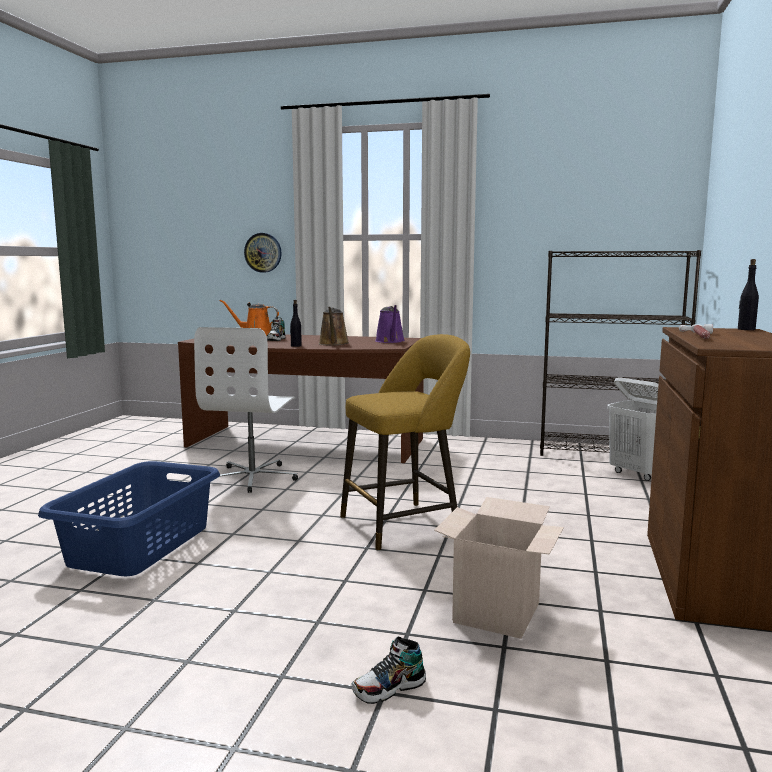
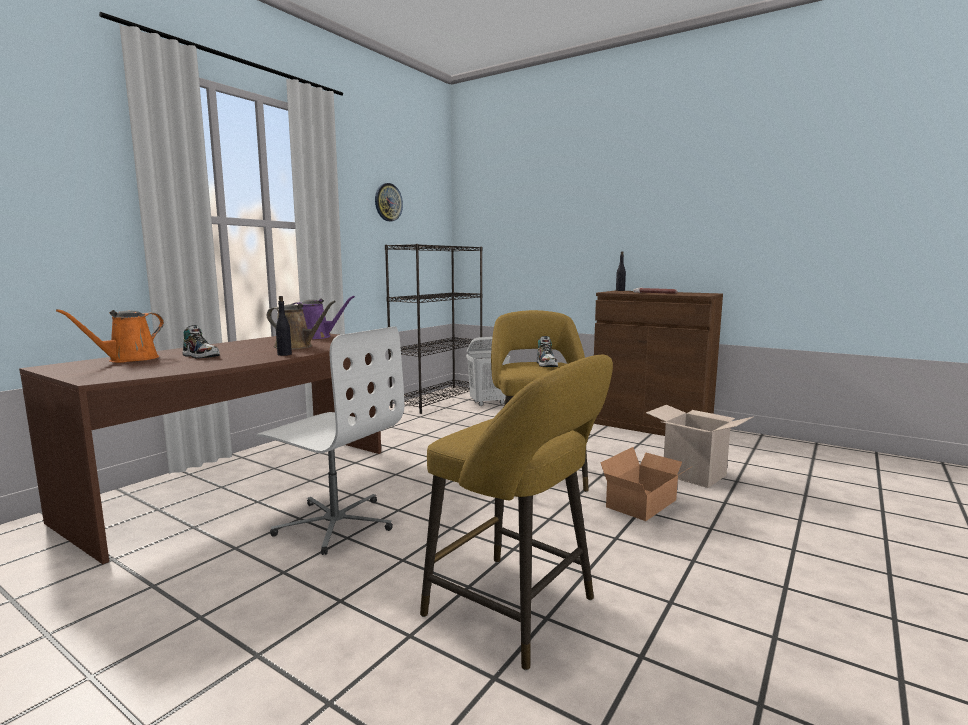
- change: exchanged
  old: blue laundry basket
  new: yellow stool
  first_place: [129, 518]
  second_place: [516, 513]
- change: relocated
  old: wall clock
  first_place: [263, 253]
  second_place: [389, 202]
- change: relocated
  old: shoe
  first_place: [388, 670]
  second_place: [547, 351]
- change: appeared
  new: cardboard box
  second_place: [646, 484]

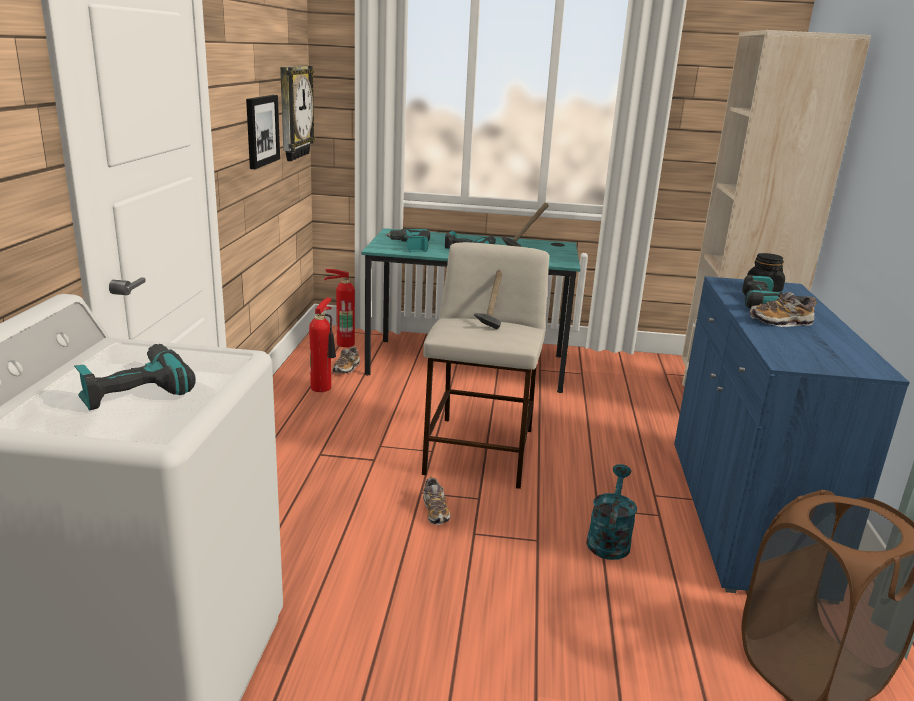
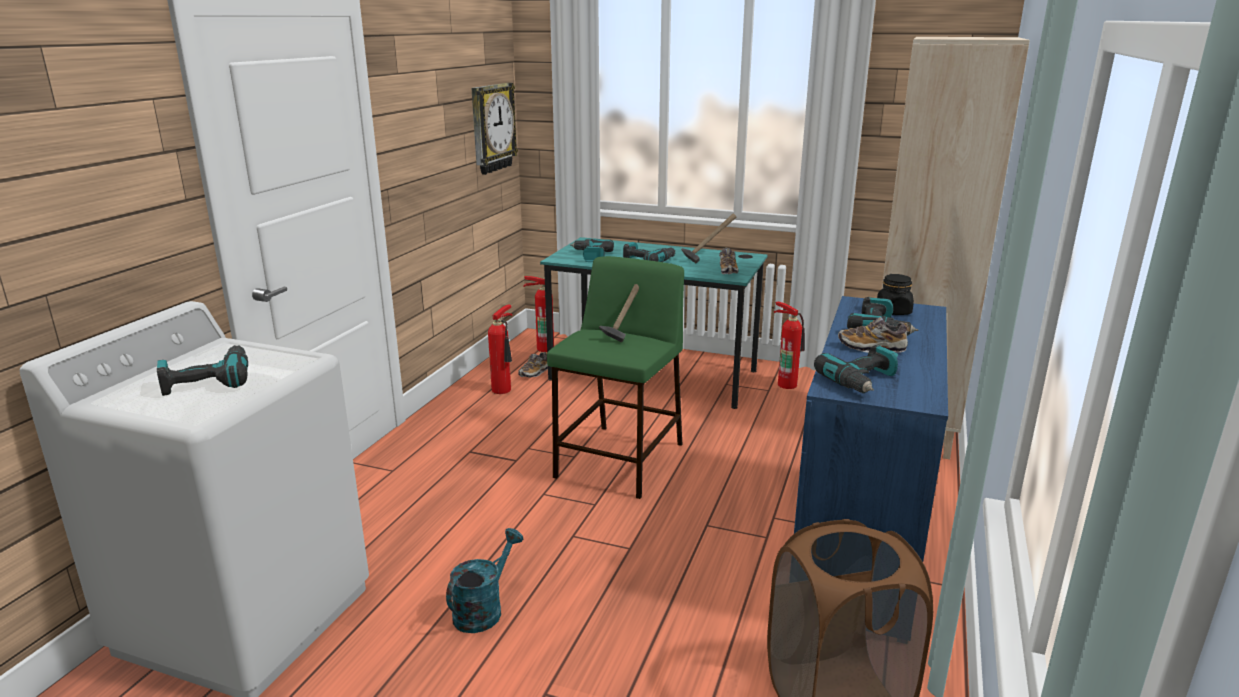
- change: missing
  old: picture
  first_place: [263, 132]
- change: colour
  old: beige stool
  new: green stool
  first_place: [485, 365]
  second_place: [615, 377]
- change: relocated
  old: shoe
  first_place: [437, 500]
  second_place: [729, 261]
- change: relocated
  old: turquoise watering can
  first_place: [611, 512]
  second_place: [484, 580]
- change: appeared
  new: fire extinguisher
  second_place: [789, 345]
- change: appeared
  new: power drill
  second_place: [856, 369]

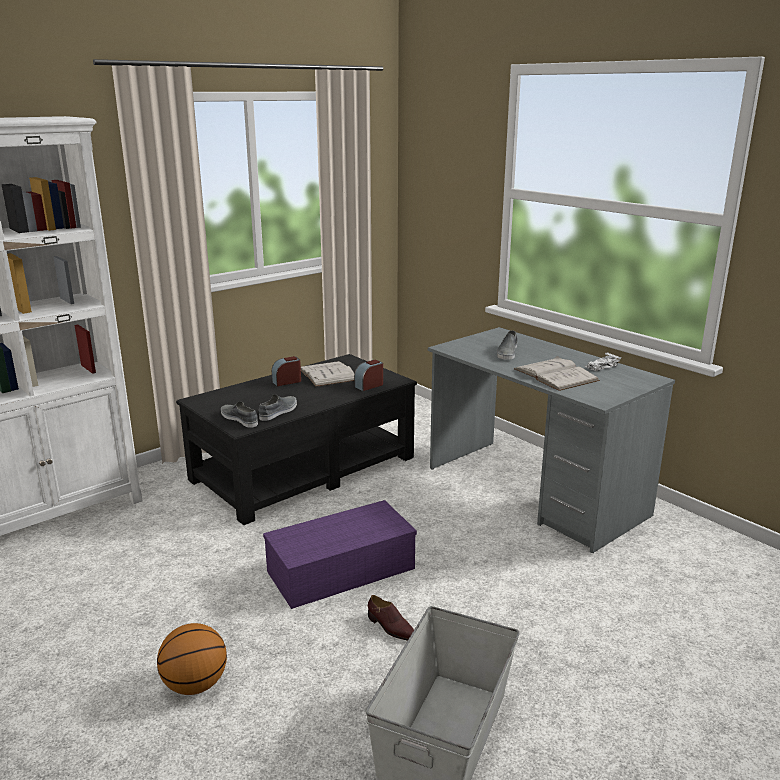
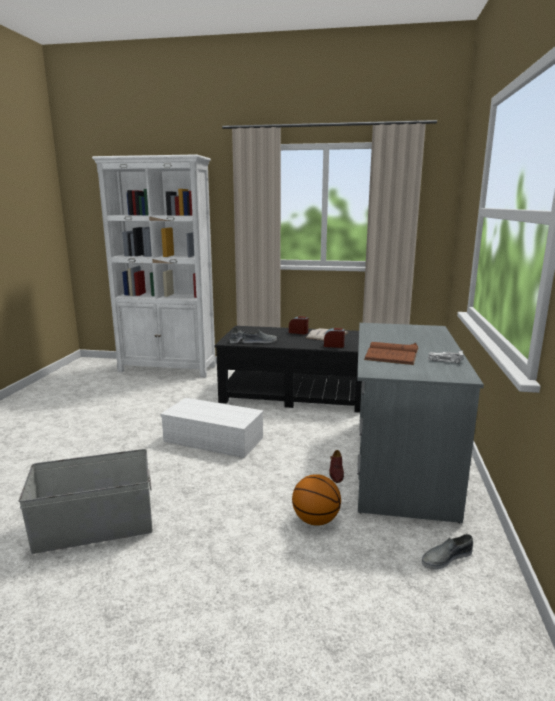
- change: relocated
  old: basketball
  first_place: [192, 659]
  second_place: [316, 500]
- change: colour
  old: purple storage box
  new: white storage box
  first_place: [340, 554]
  second_place: [212, 428]
- change: relocated
  old: brown shoe
  first_place: [391, 617]
  second_place: [336, 466]
- change: relocated
  old: grey shoe
  first_place: [507, 345]
  second_place: [447, 551]
- change: colour
  old: white book
  new: brown book
  first_place: [557, 373]
  second_place: [391, 353]

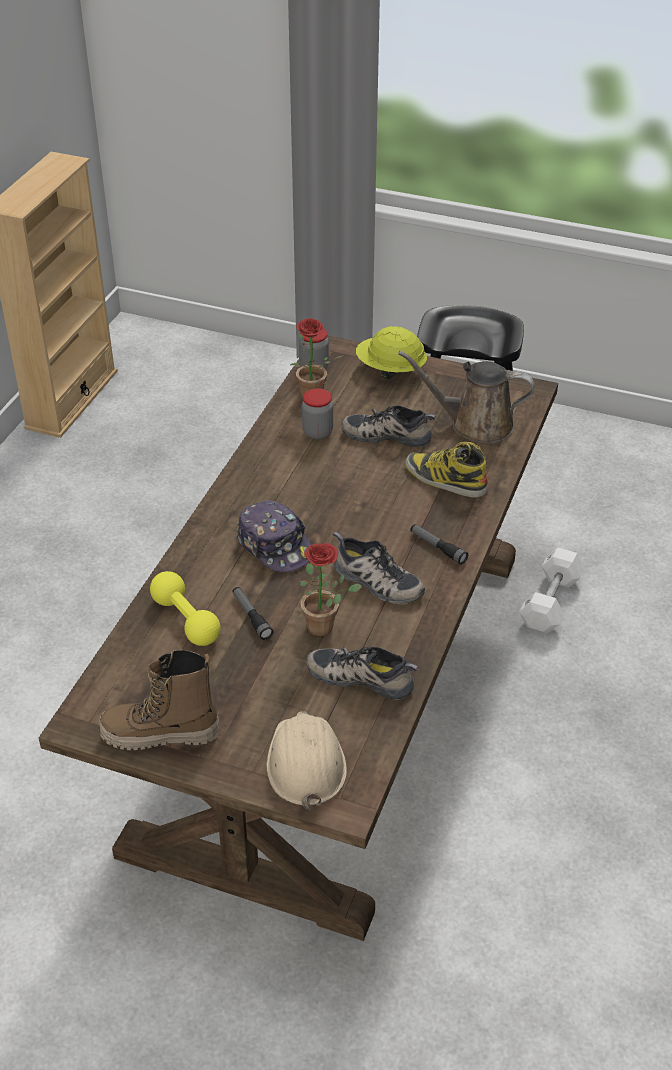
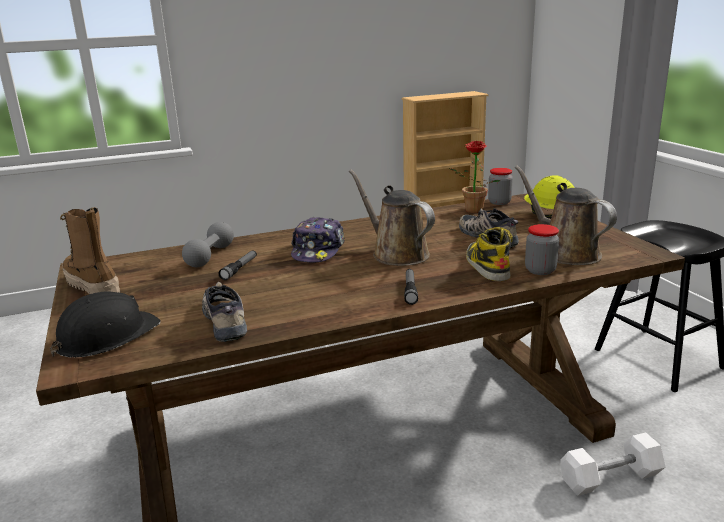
- change: colour
  old: yellow dumbbell
  new: grey dumbbell
  first_place: [185, 608]
  second_place: [208, 244]
- change: colour
  old: beige hard hat
  new: black hard hat
  first_place: [307, 760]
  second_place: [105, 324]
- change: missing
  old: potted plant
  first_place: [330, 589]
- change: relocated
  old: jar
  first_place: [317, 413]
  second_place: [542, 249]
- change: missing
  old: shoe
  first_place: [379, 567]
- change: appeared
  new: brown watering can
  second_place: [392, 217]

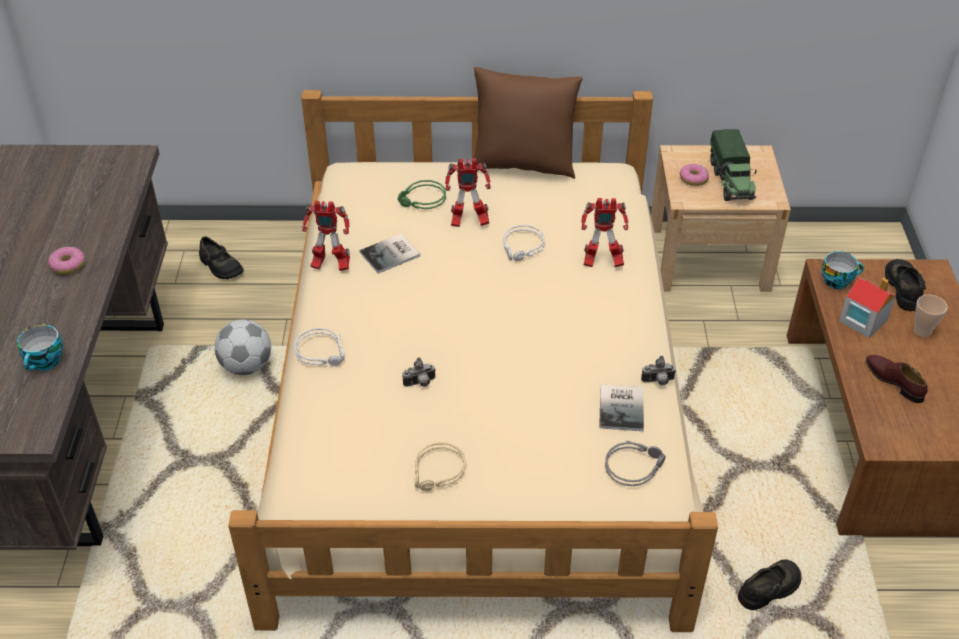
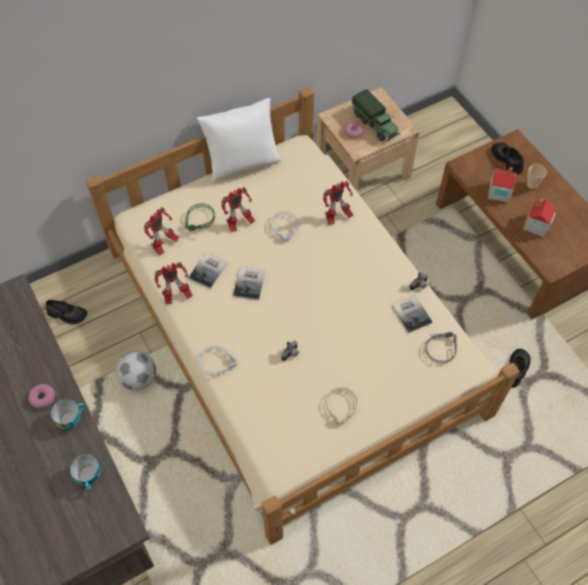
- change: colour
  old: brown pillow
  new: white pillow
  first_place: [528, 123]
  second_place: [239, 140]
- change: relocated
  old: cup
  first_place: [843, 270]
  second_place: [68, 414]
- change: exchanged
  old: brown shoe
  new: toy house
  first_place: [897, 379]
  second_place: [539, 218]
- change: appeared
  new: toy robot
  second_place: [161, 231]
- change: appeared
  new: book
  second_place: [249, 283]

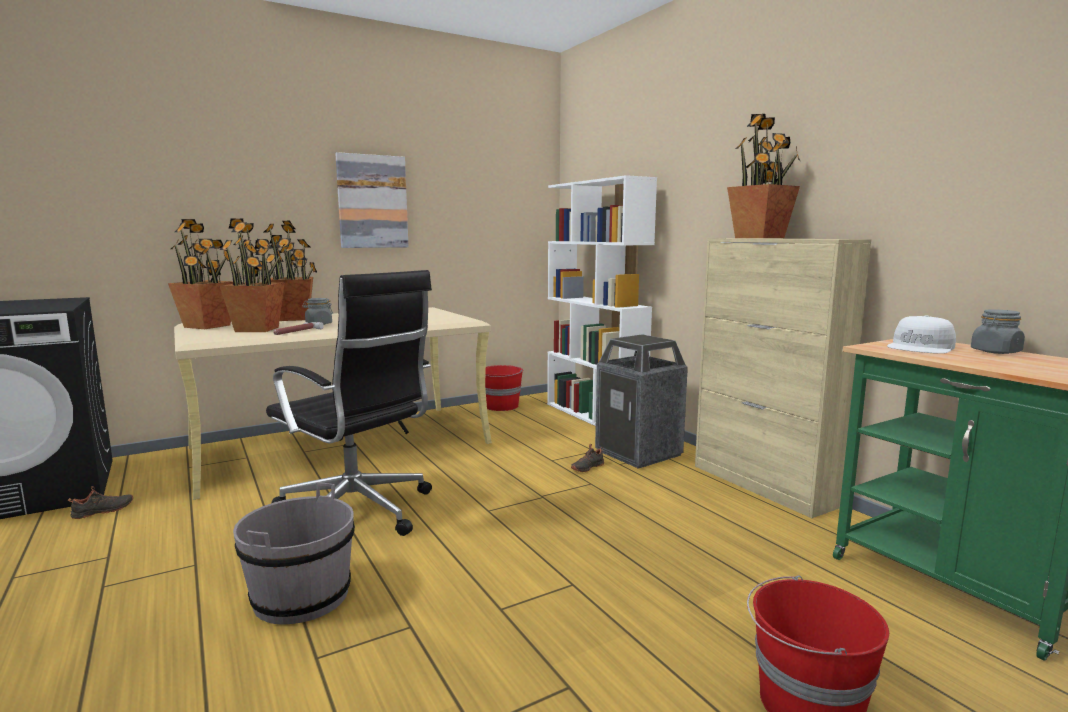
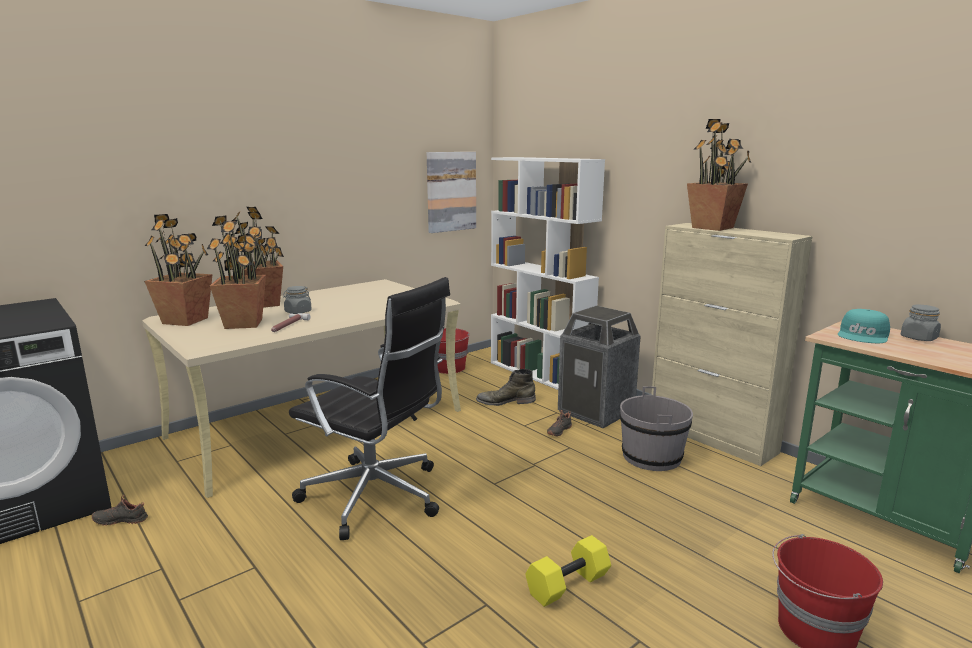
- change: spun
  old: black shoe
  first_place: [100, 502]
  second_place: [120, 510]
  degrees: -135
- change: relocated
  old: grey bucket
  first_place: [294, 553]
  second_place: [656, 428]
- change: relocated
  old: picture
  first_place: [372, 200]
  second_place: [451, 192]
- change: colour
  old: white cap
  new: turquoise cap
  first_place: [921, 334]
  second_place: [864, 326]
- change: appeared
  new: green boot
  second_place: [506, 387]
- change: appeared
  new: yellow dumbbell
  second_place: [568, 571]

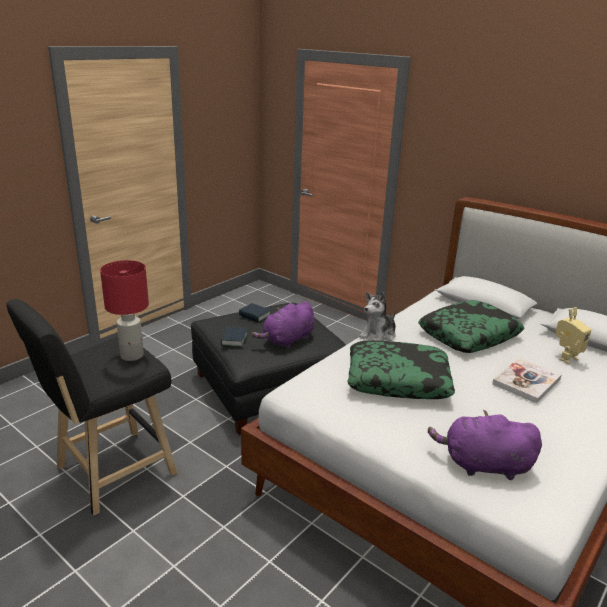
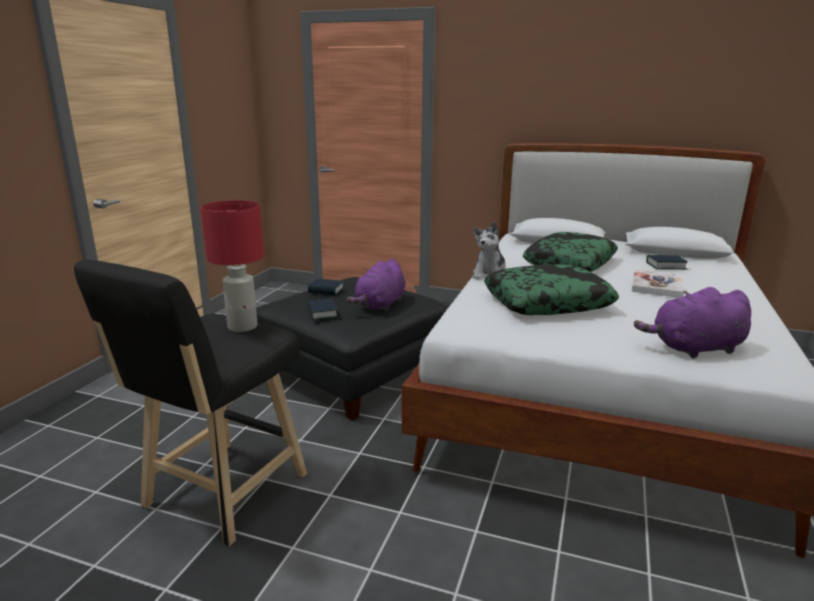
- change: exchanged
  old: toy robot
  new: book
  first_place: [573, 335]
  second_place: [667, 262]

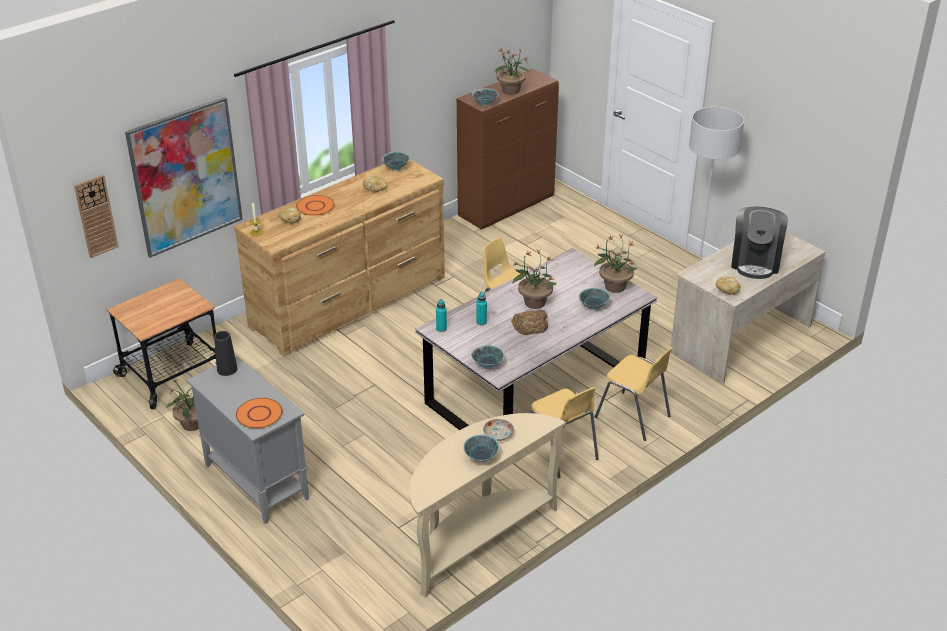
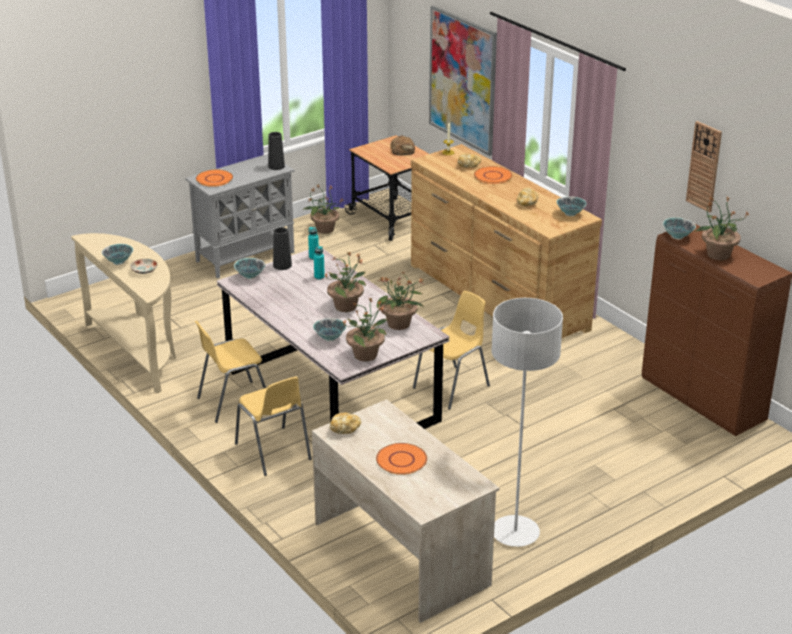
- change: relocated
  old: wall clock
  first_place: [96, 216]
  second_place: [704, 167]
- change: relocated
  old: bread
  first_place: [529, 322]
  second_place: [402, 145]
- change: spun
  old: yellow chair
  first_place: [634, 394]
  second_place: [273, 426]
  degrees: -75
- change: exchanged
  old: coffee machine
  new: orange plate
  first_place: [759, 242]
  second_place: [401, 459]
- change: appeared
  new: black vase
  second_place: [282, 248]
- change: appeared
  new: potted plant
  second_place: [400, 300]

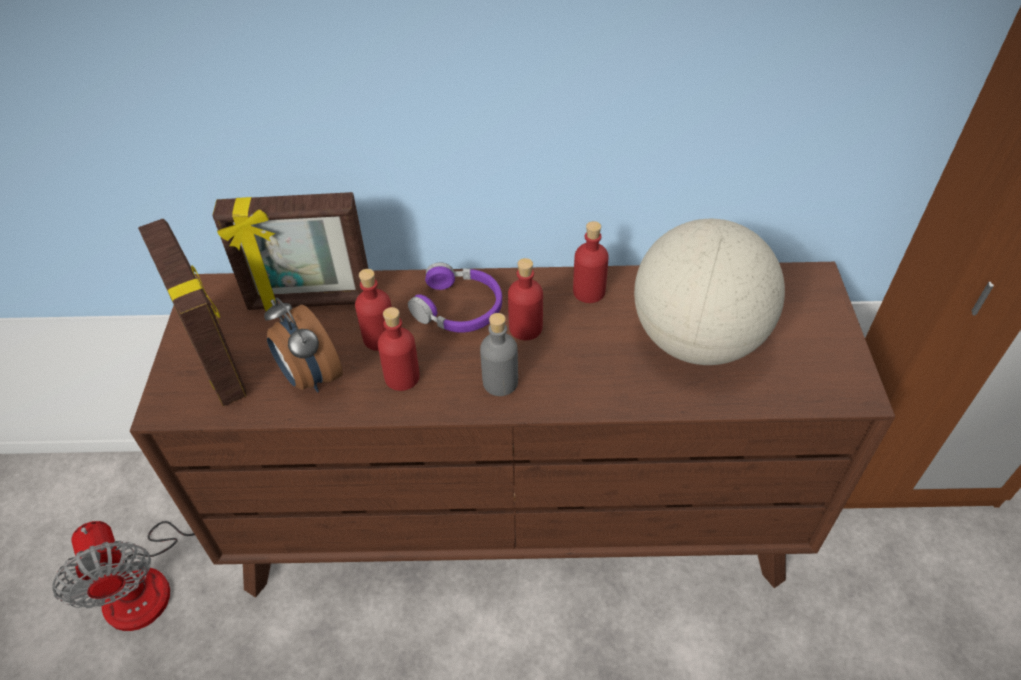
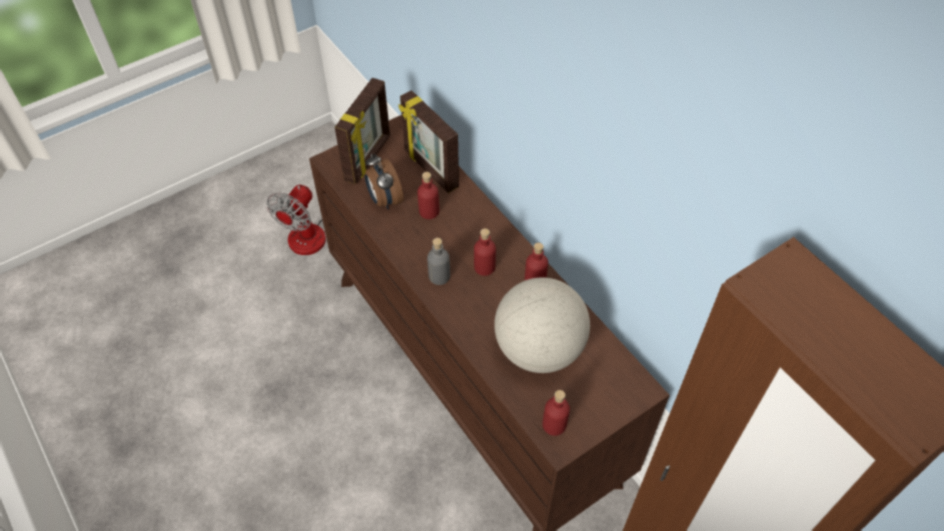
- change: spun
  old: alarm clock
  first_place: [303, 345]
  second_place: [384, 181]
  degrees: -45
- change: relocated
  old: red bottle
  first_place: [399, 349]
  second_place: [556, 413]
- change: missing
  old: purple headphones
  first_place: [455, 297]

